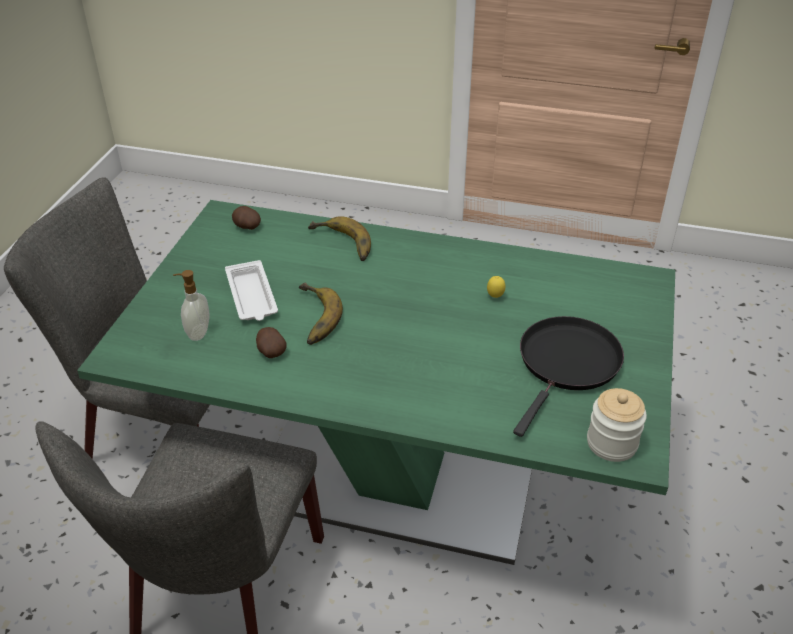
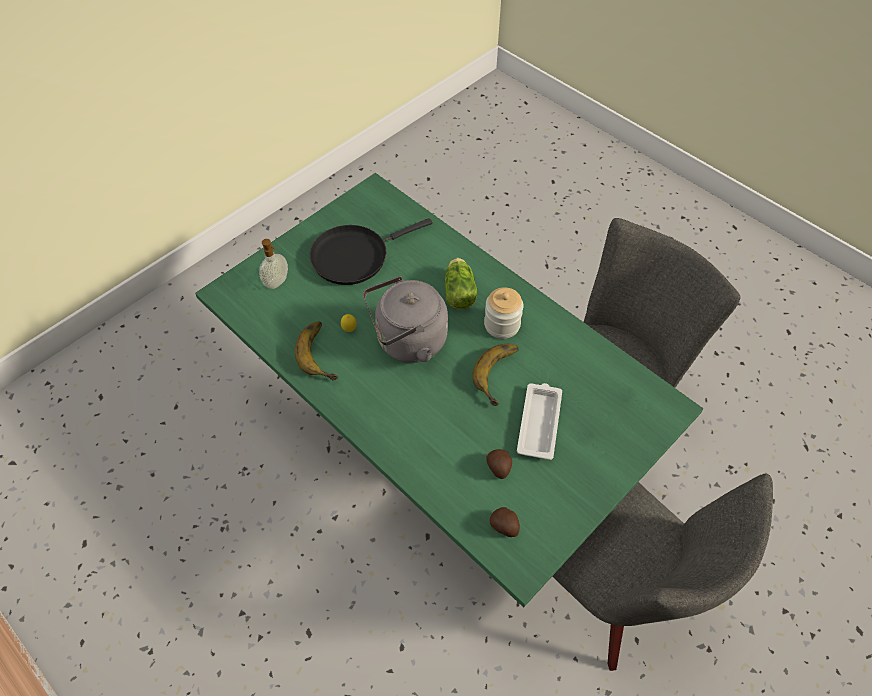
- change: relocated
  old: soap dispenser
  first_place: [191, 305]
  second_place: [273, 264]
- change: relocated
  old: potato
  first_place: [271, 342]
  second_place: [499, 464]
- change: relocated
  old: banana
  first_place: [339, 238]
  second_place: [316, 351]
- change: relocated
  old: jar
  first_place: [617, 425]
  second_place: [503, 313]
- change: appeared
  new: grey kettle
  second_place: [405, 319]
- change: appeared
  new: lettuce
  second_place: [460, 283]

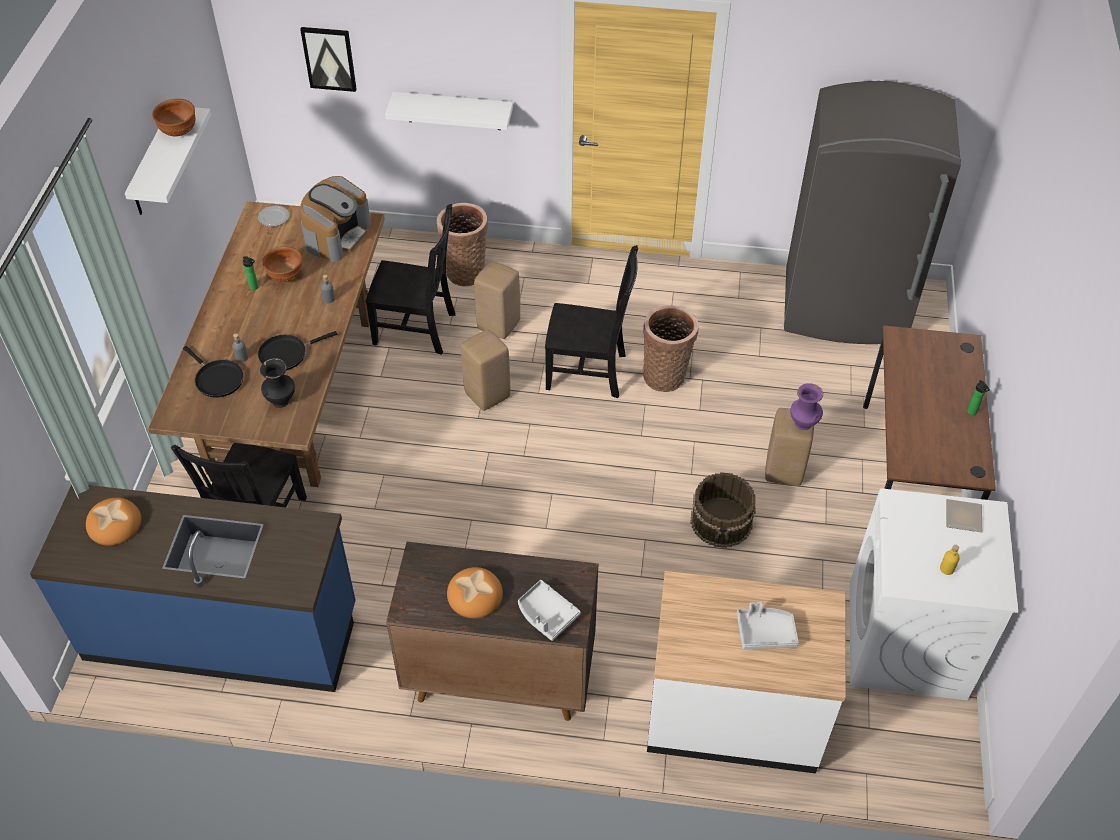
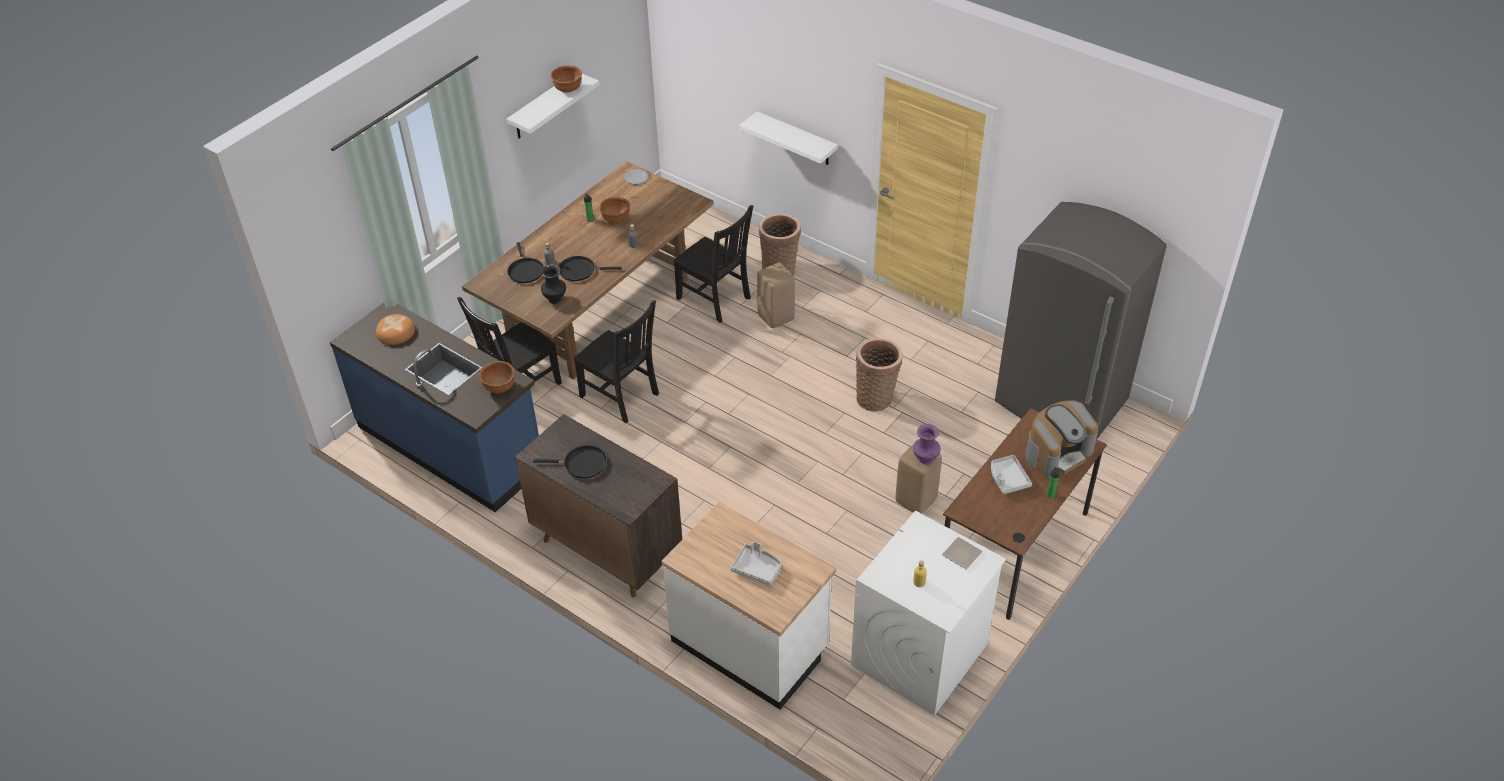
- change: missing
  old: picture
  first_place: [328, 59]
- change: relocated
  old: coffee machine
  first_place: [335, 219]
  second_place: [1061, 439]
- change: exchanged
  old: bread
  new: black frying pan
  first_place: [475, 592]
  second_place: [570, 461]
- change: missing
  old: beige stool
  first_place: [485, 370]
- change: relocated
  old: grey tray
  first_place: [549, 610]
  second_place: [1011, 474]
- change: relocated
  old: black chair
  first_place: [591, 321]
  second_place: [616, 361]
- change: missing
  old: brown bucket
  first_place: [723, 510]
- change: appeared
  new: brown bowl
  second_place: [497, 377]

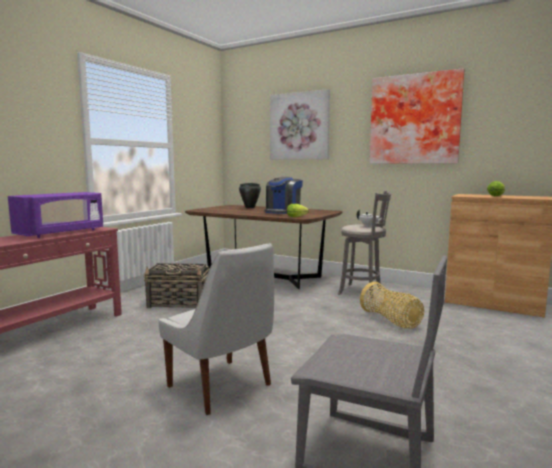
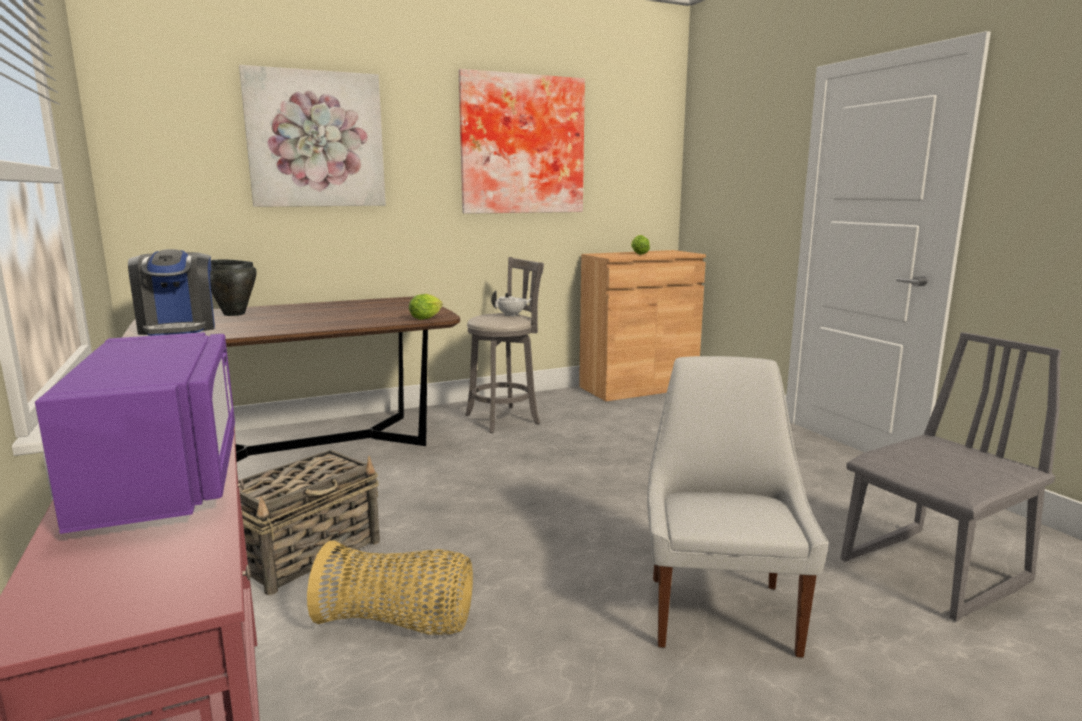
- change: spun
  old: white chair
  first_place: [216, 329]
  second_place: [738, 507]
  degrees: -75
- change: relocated
  old: coffee machine
  first_place: [283, 195]
  second_place: [171, 292]
- change: relocated
  old: basket
  first_place: [392, 305]
  second_place: [390, 587]

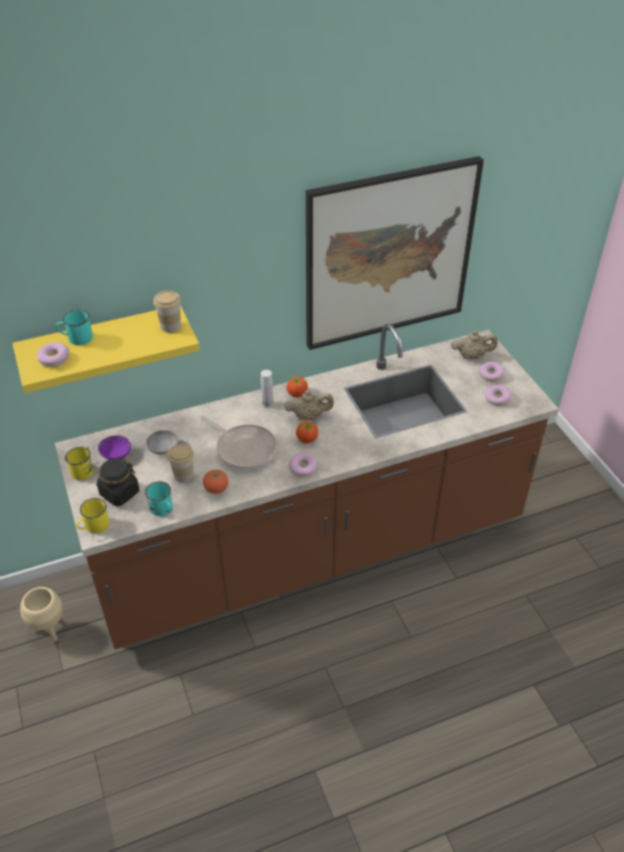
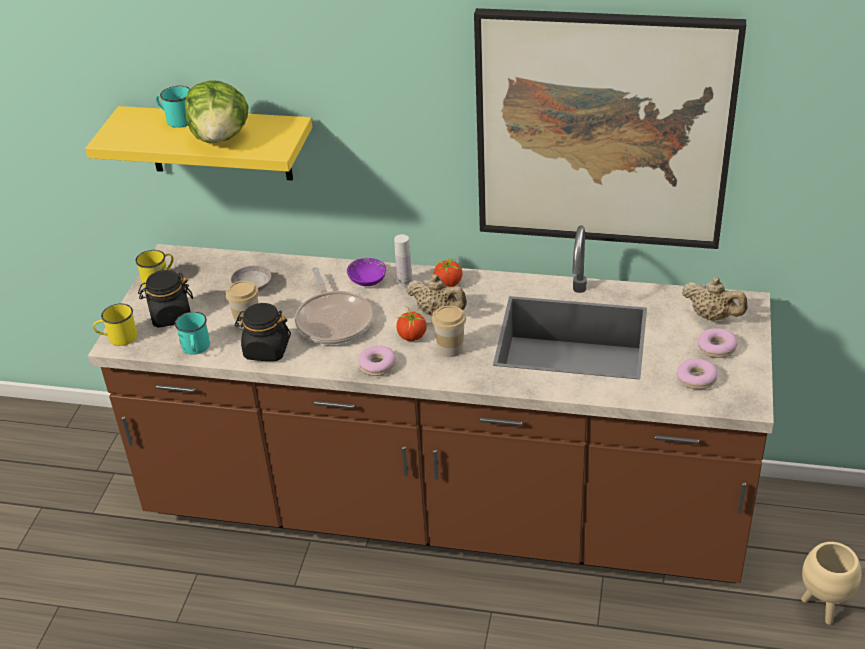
- change: relocated
  old: beige planter
  first_place: [41, 614]
  second_place: [831, 583]
- change: missing
  old: donut
  first_place: [53, 355]
- change: relocated
  old: purple bowl
  first_place: [114, 447]
  second_place: [366, 272]
- change: relocated
  old: cup
  first_place: [167, 311]
  second_place: [449, 331]
- change: exchanged
  old: tomato
  new: black jar
  first_place: [215, 482]
  second_place: [263, 332]
- change: appeared
  new: lettuce
  second_place: [217, 112]

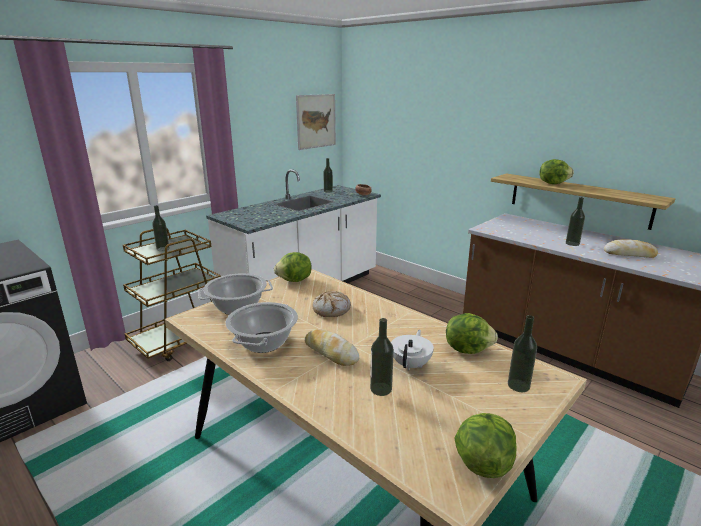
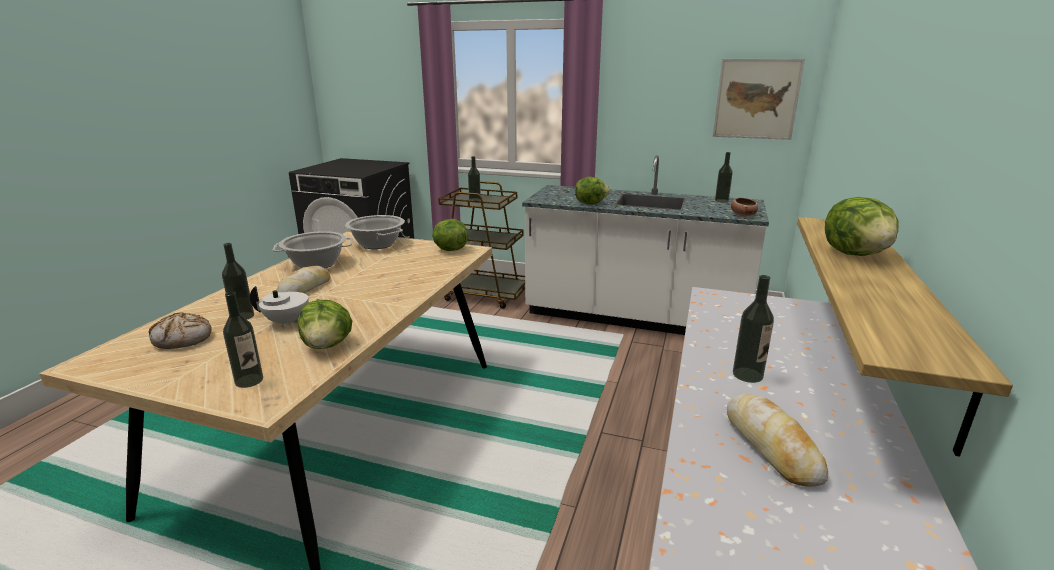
- change: relocated
  old: bread
  first_place: [332, 304]
  second_place: [179, 330]
- change: relocated
  old: lettuce
  first_place: [485, 445]
  second_place: [592, 191]

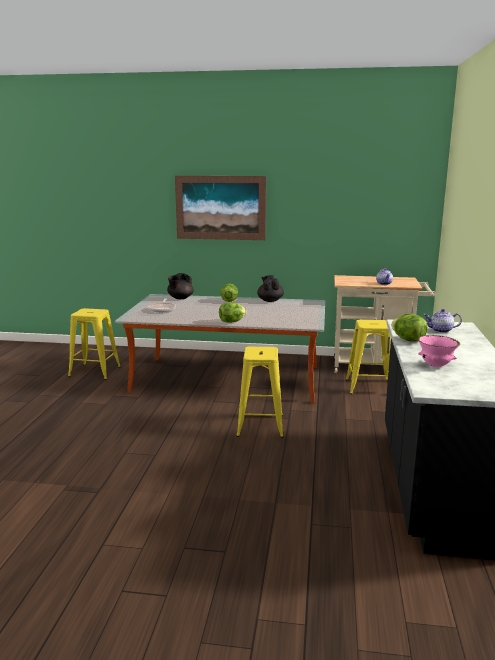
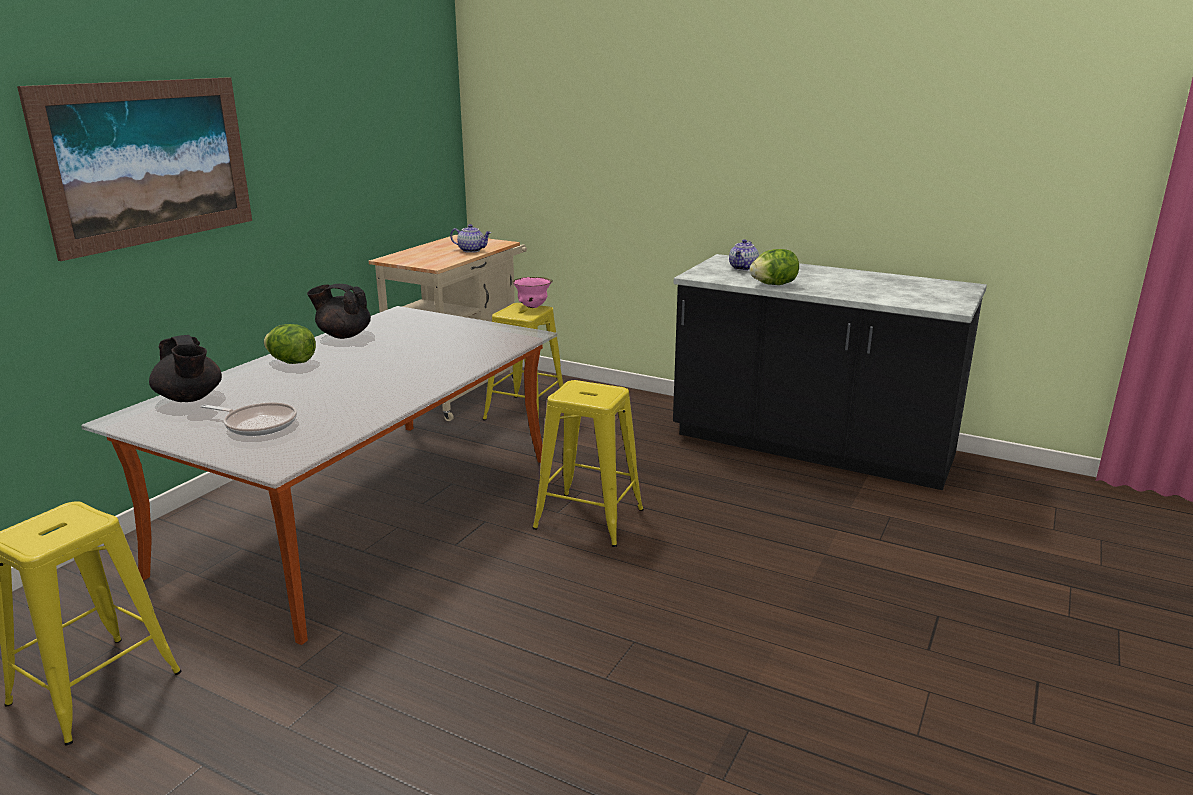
- change: missing
  old: lettuce
  first_place: [233, 312]
- change: relocated
  old: pink bowl
  first_place: [439, 351]
  second_place: [533, 292]

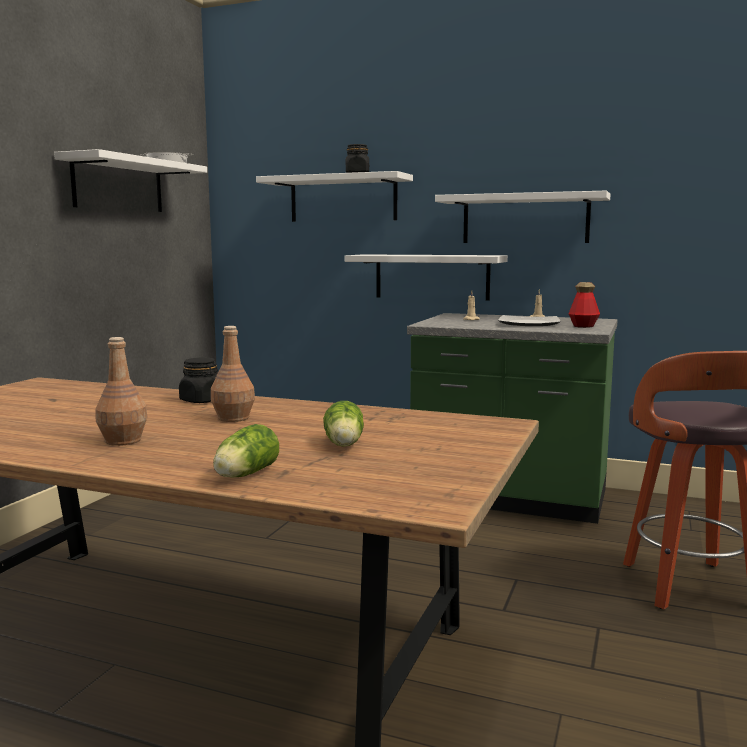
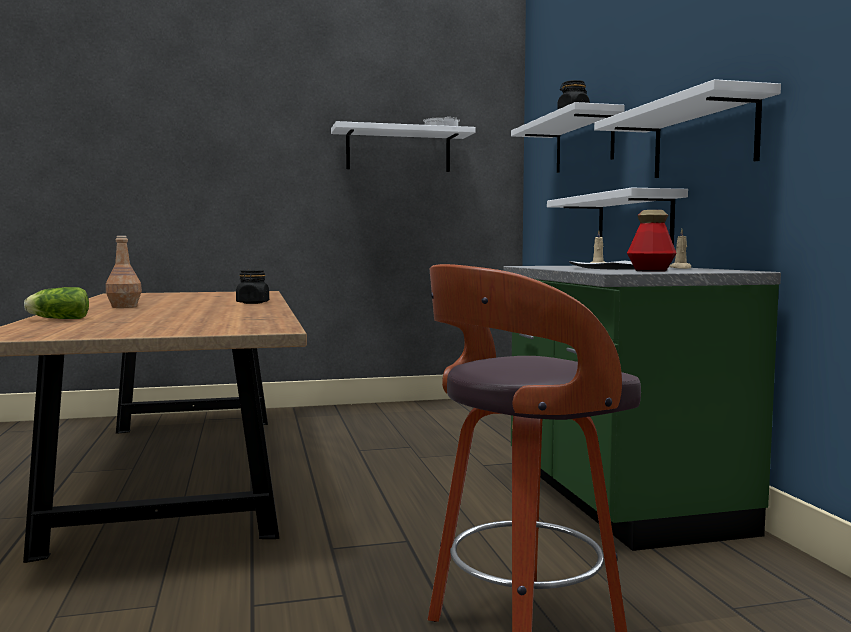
- change: missing
  old: brown bottle
  first_place: [233, 374]
- change: missing
  old: lettuce
  first_place: [343, 424]

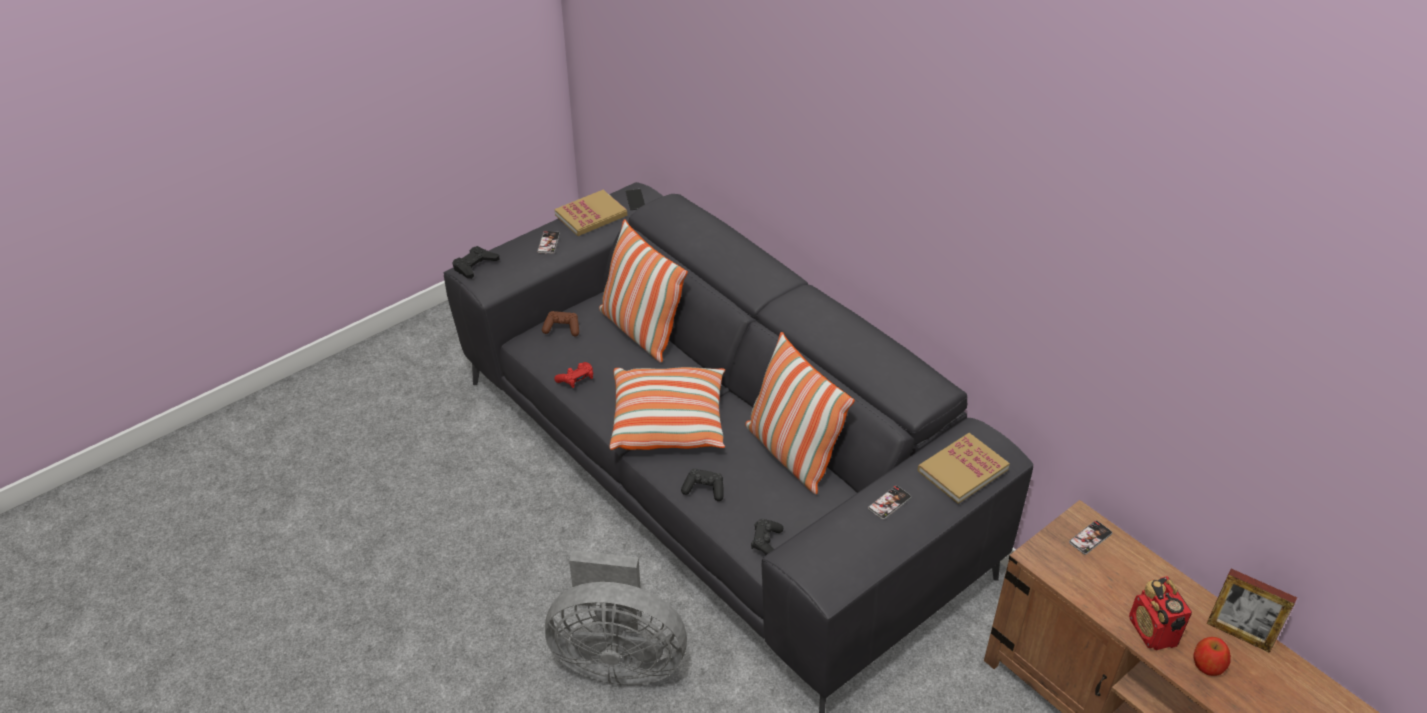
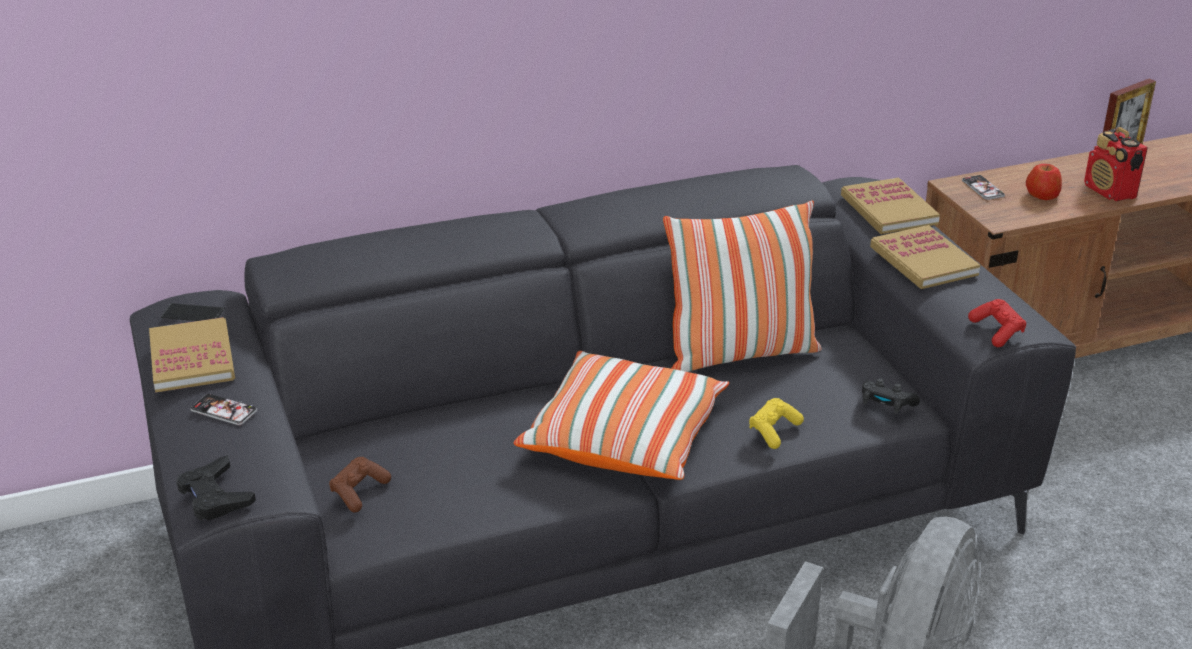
- change: relocated
  old: red game controller
  first_place: [573, 375]
  second_place: [997, 323]
- change: missing
  old: pillow
  first_place: [643, 291]
- change: colour
  old: black game controller
  new: yellow game controller
  first_place: [702, 485]
  second_place: [776, 423]
- change: exchanged
  old: phone
  new: book
  first_place: [889, 502]
  second_place: [925, 257]
- change: spun
  old: radio
  first_place: [1160, 613]
  second_place: [1116, 164]
  degrees: 60
- change: relocated
  old: apple
  first_place: [1212, 656]
  second_place: [1044, 182]

